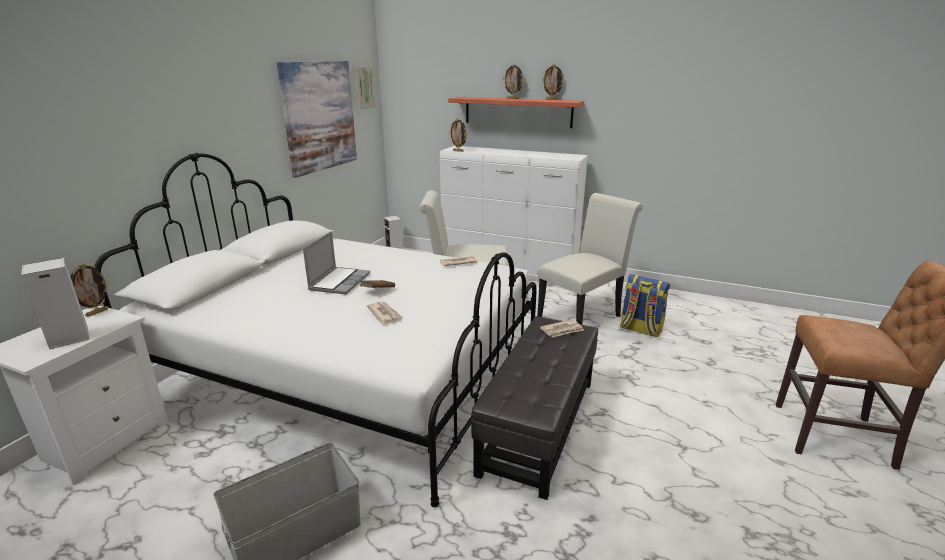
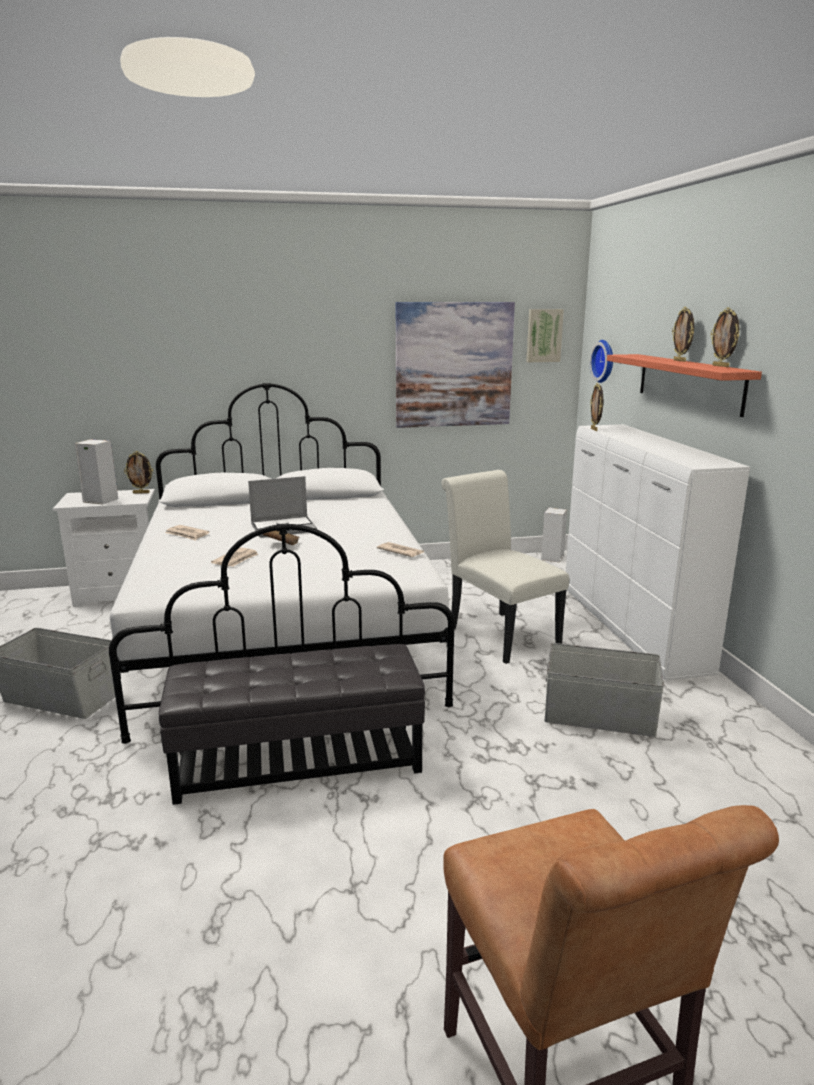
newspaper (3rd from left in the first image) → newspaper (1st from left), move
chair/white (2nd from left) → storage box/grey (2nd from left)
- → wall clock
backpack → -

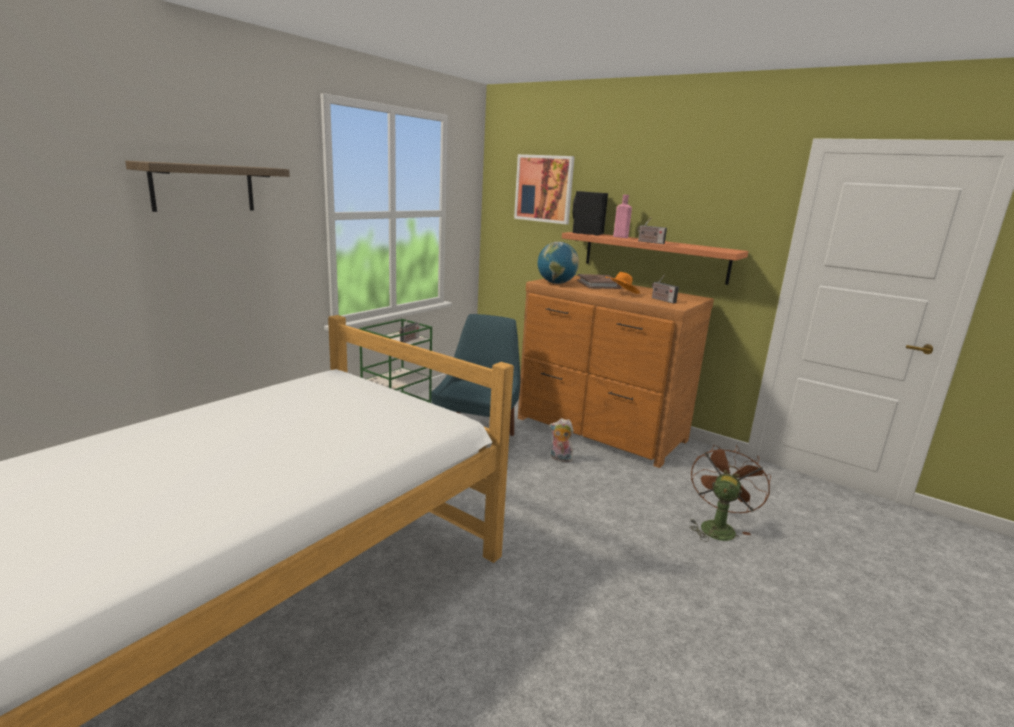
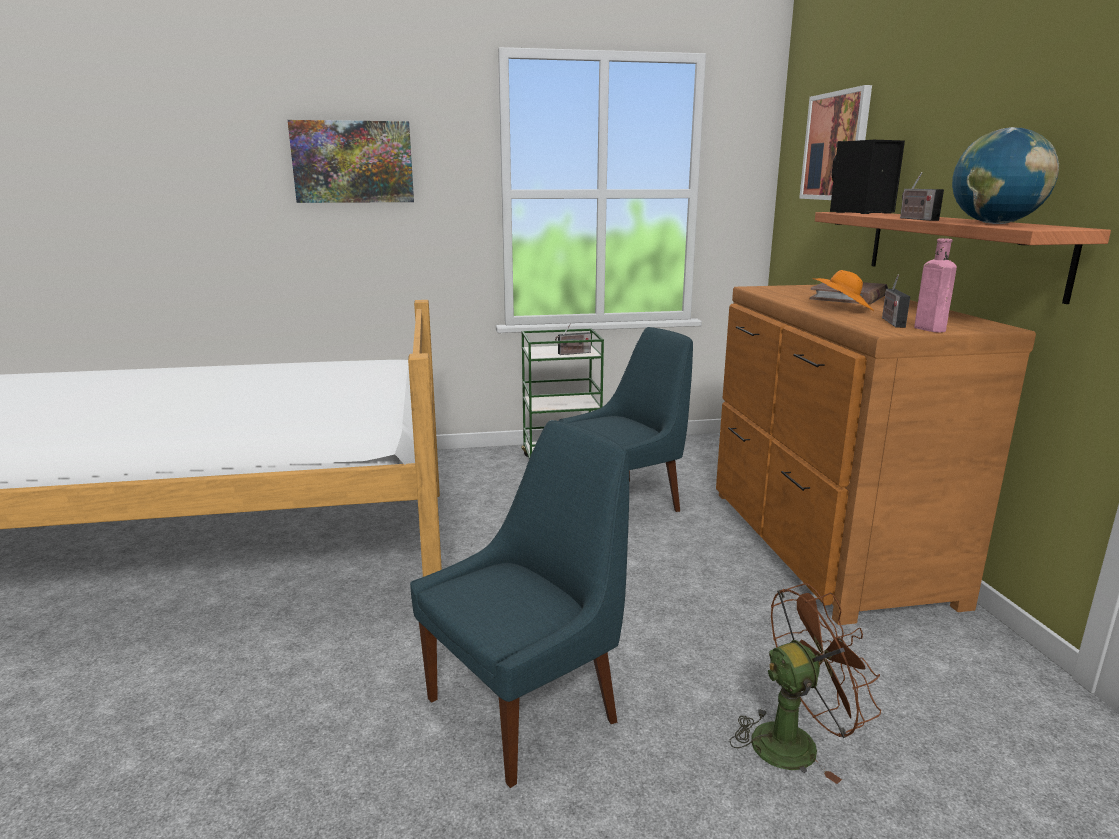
shelf (1st from left) → picture (1st from left)
- → chair/blue (1st from left)
bottle/pink, move
globe, move
plush toy → -

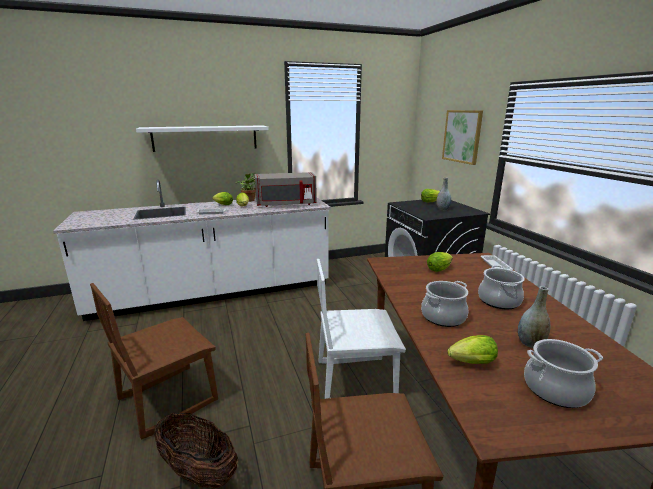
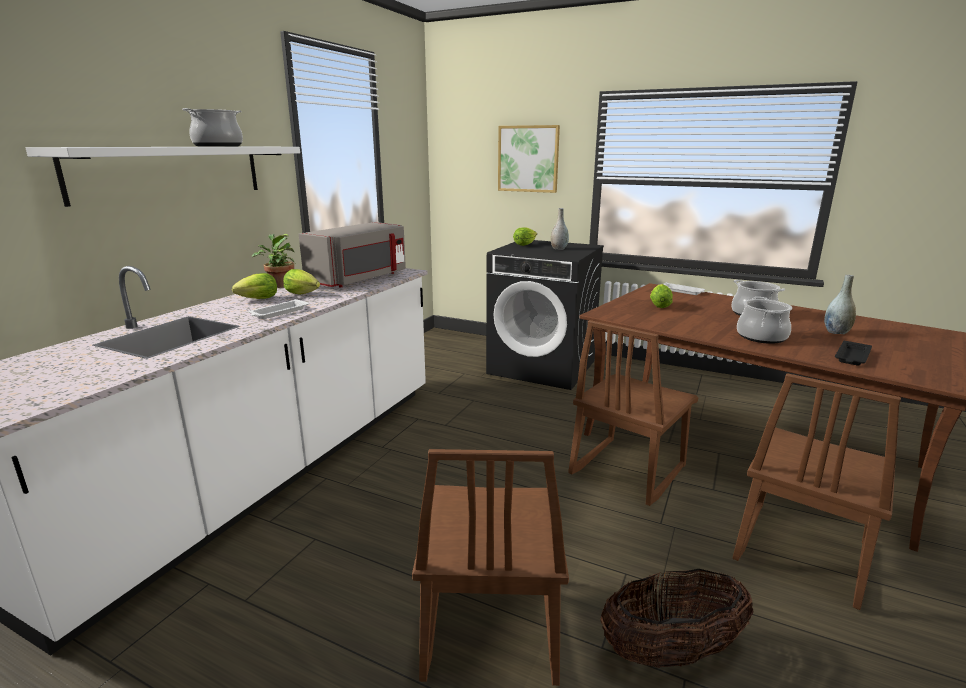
cooking pot (3rd from left in the first image) → cooking pot (1st from left), move
chair/white → chair/brown (2nd from left)
lettuce (5th from left) → tray/black

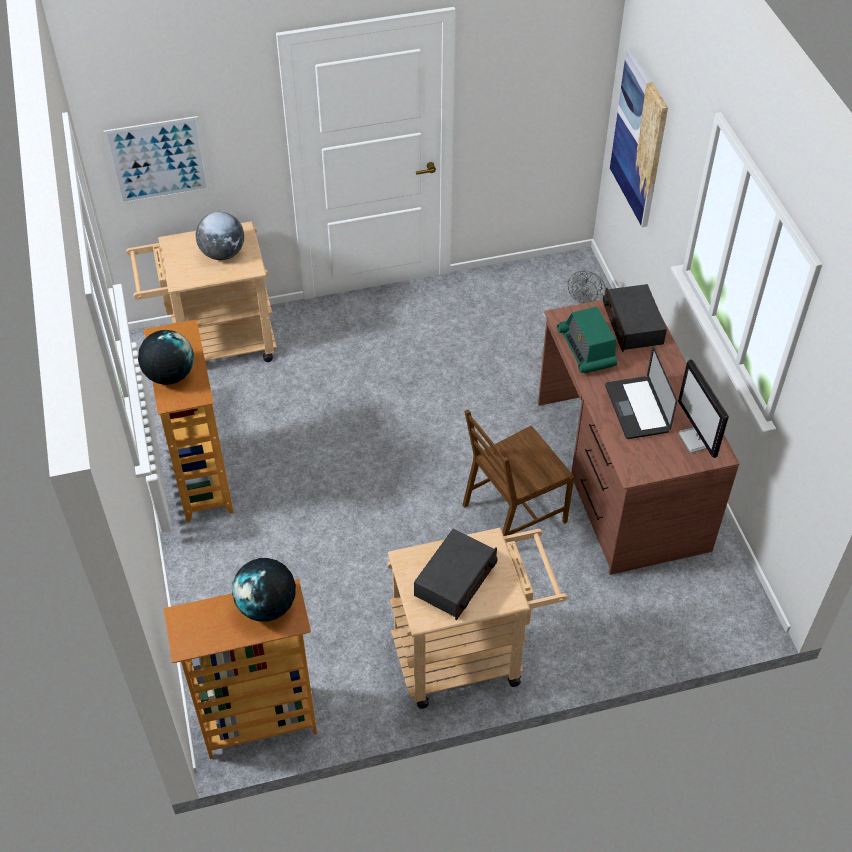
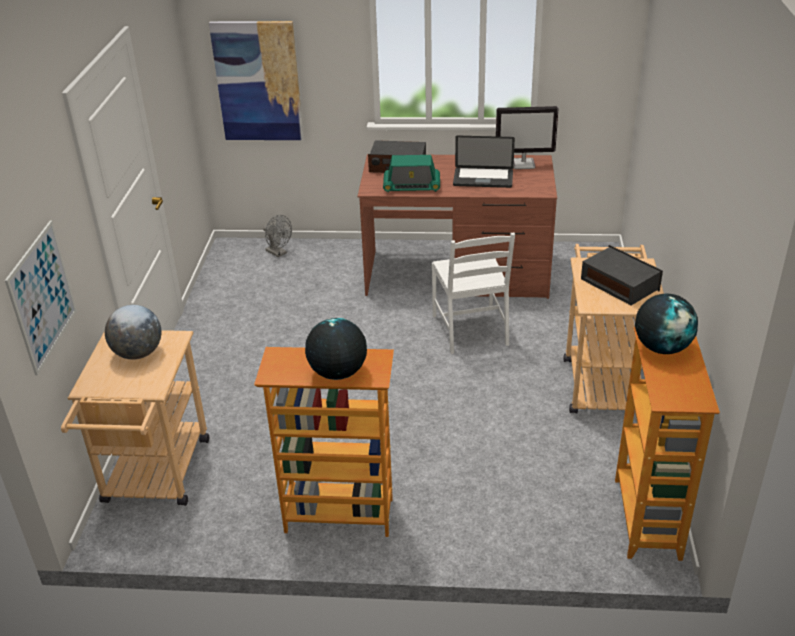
chair/brown → chair/white

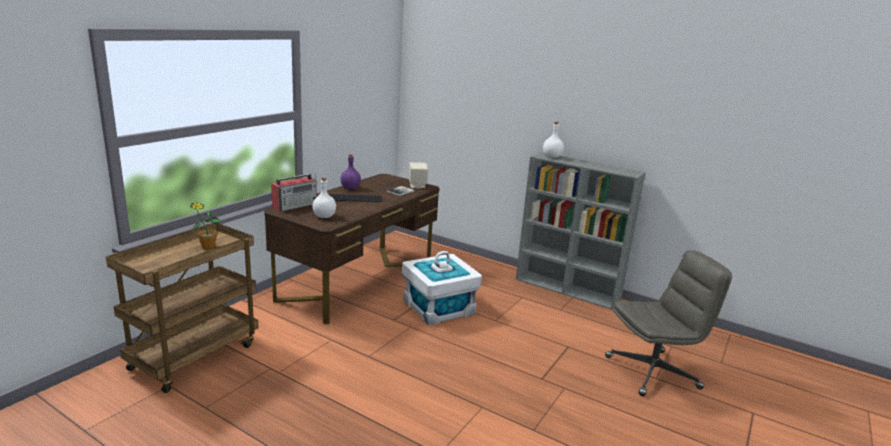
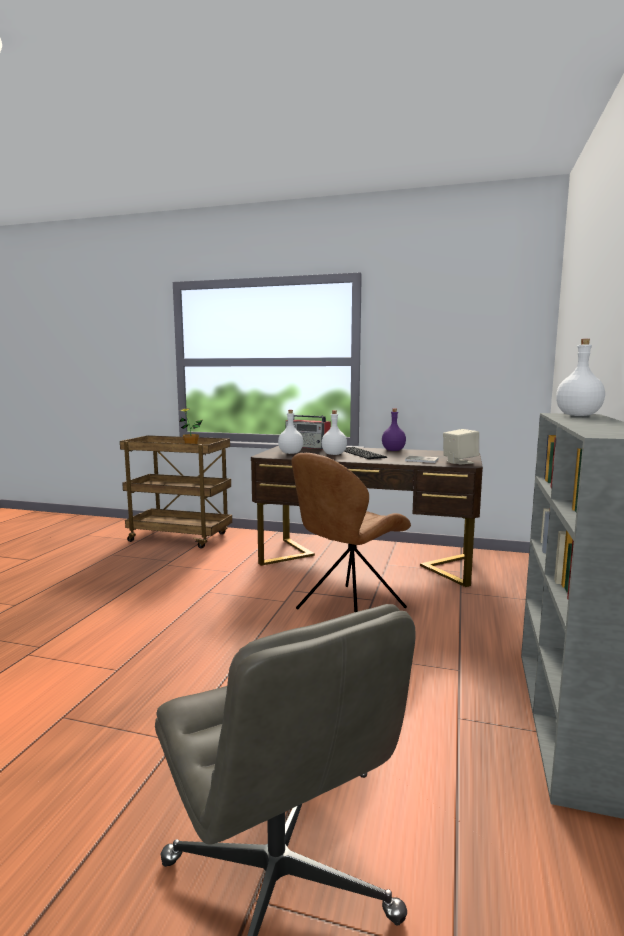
storage box/white → chair/brown
- → bottle/white (2nd from left)

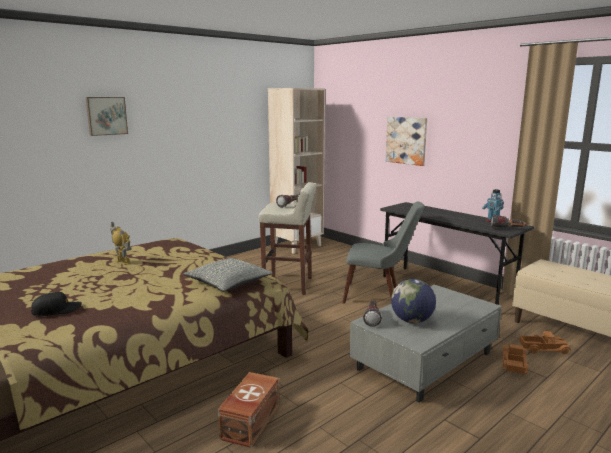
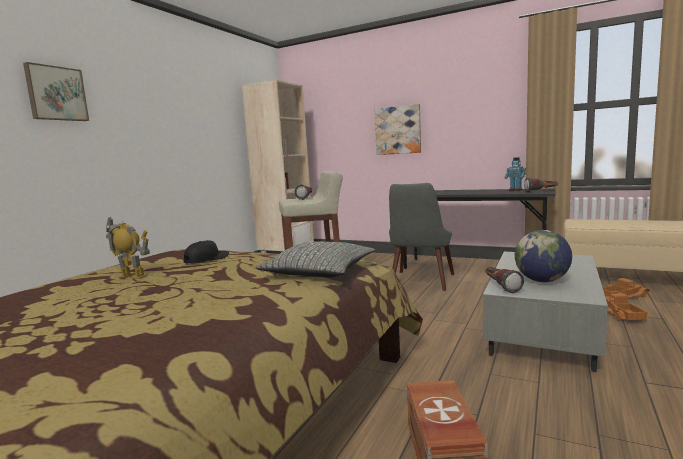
cap/black, move
chair/grey, 120 degrees clockwise

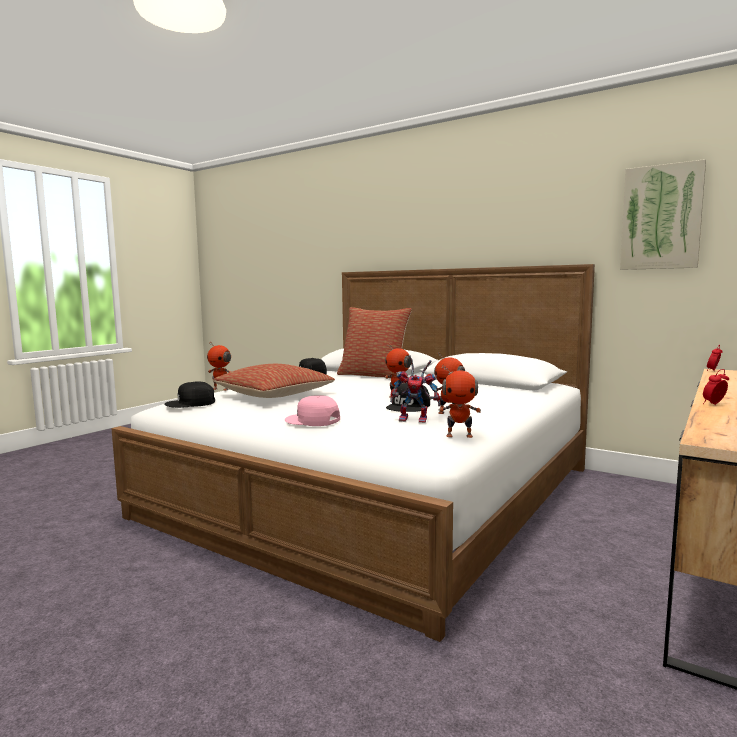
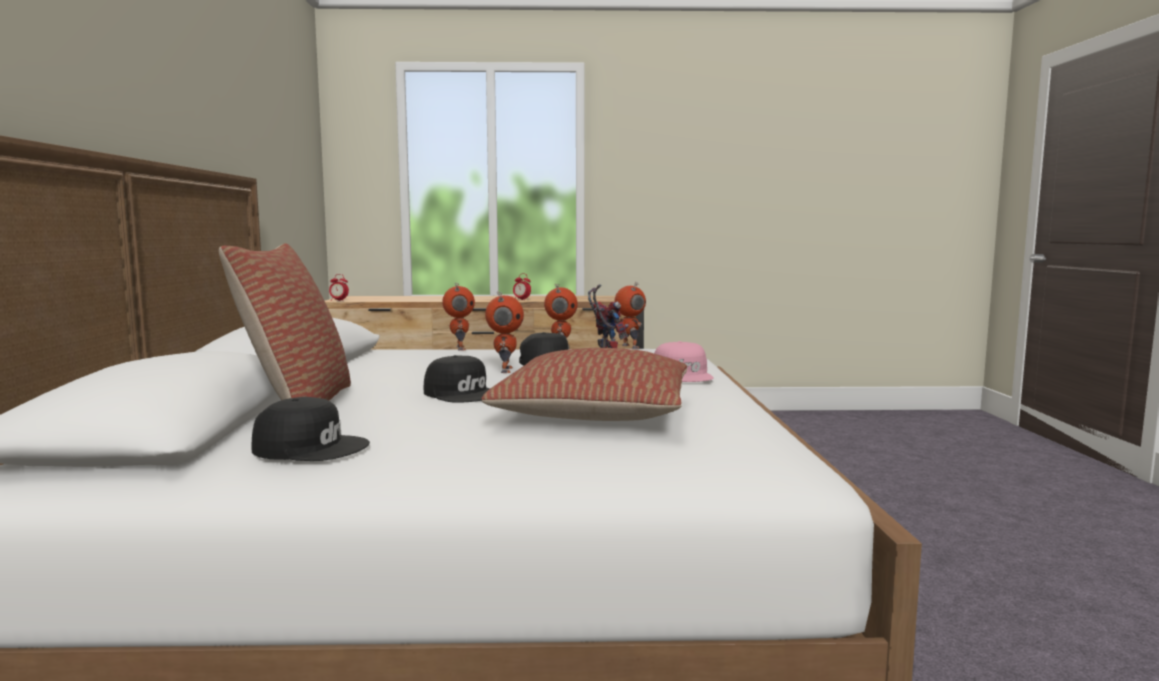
cap/black (1st from left in the first image) → cap/black (2nd from left), move
toy robot (1st from left), move
picture → -

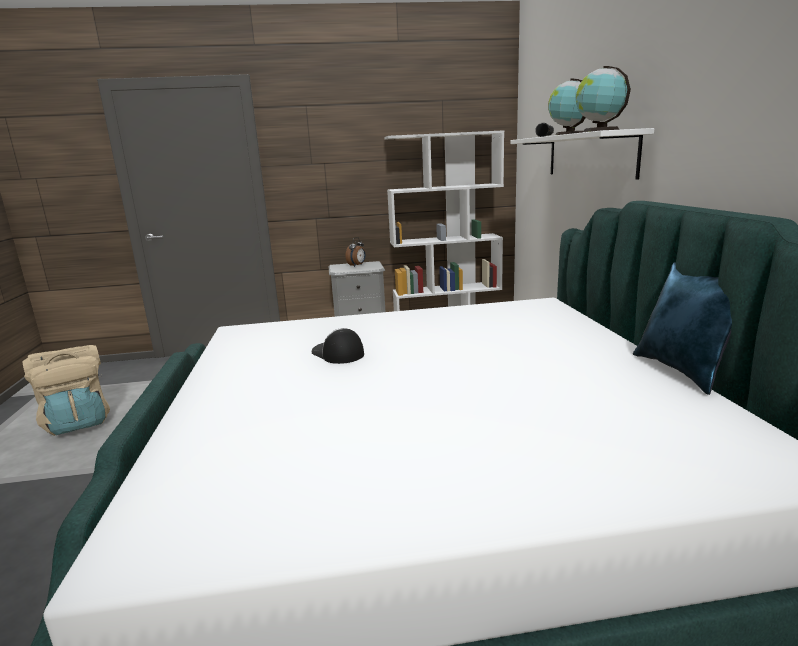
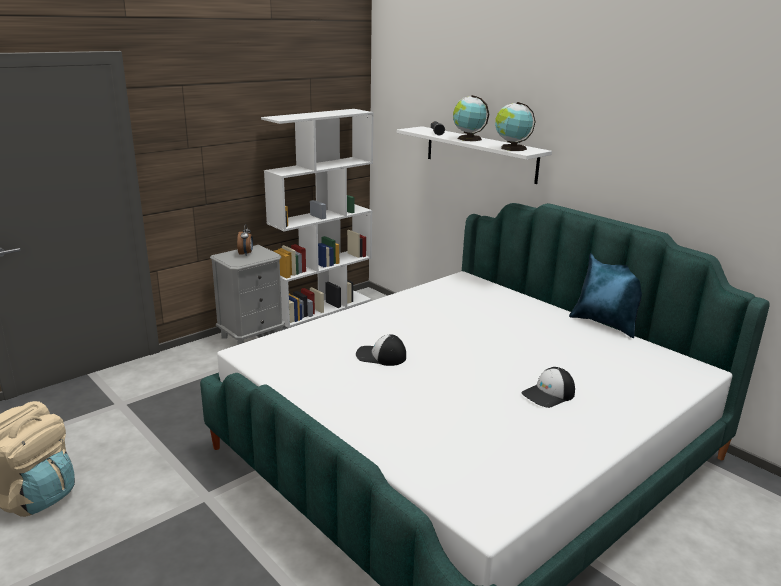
- → cap (2nd from left)

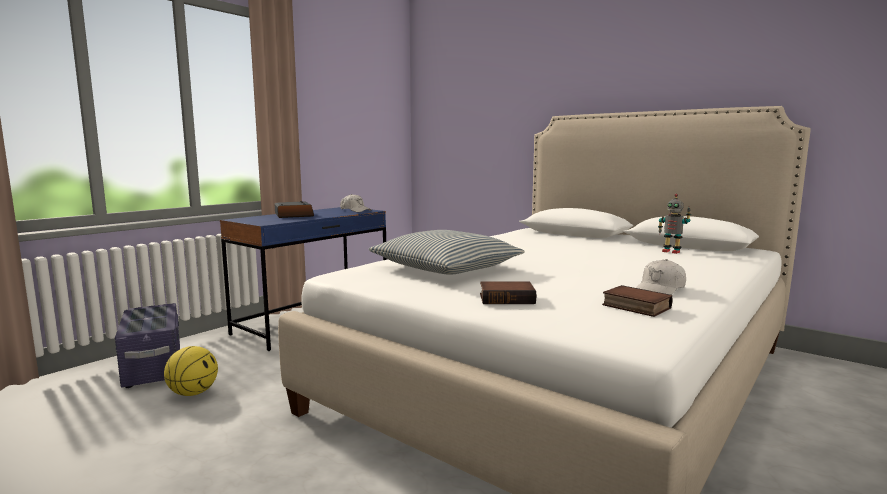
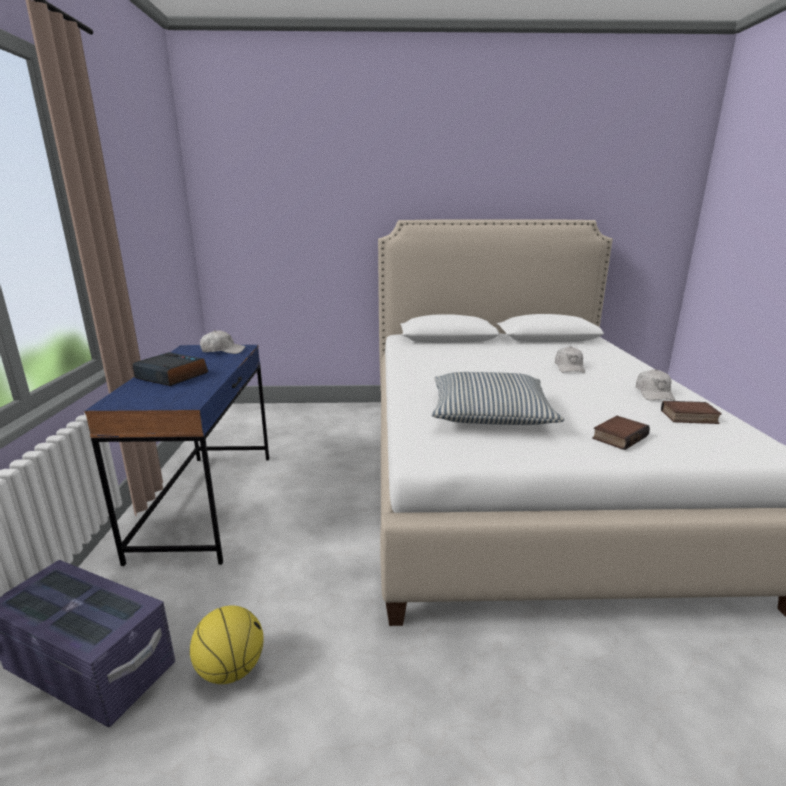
- → cap/white (2nd from left)
toy robot → -

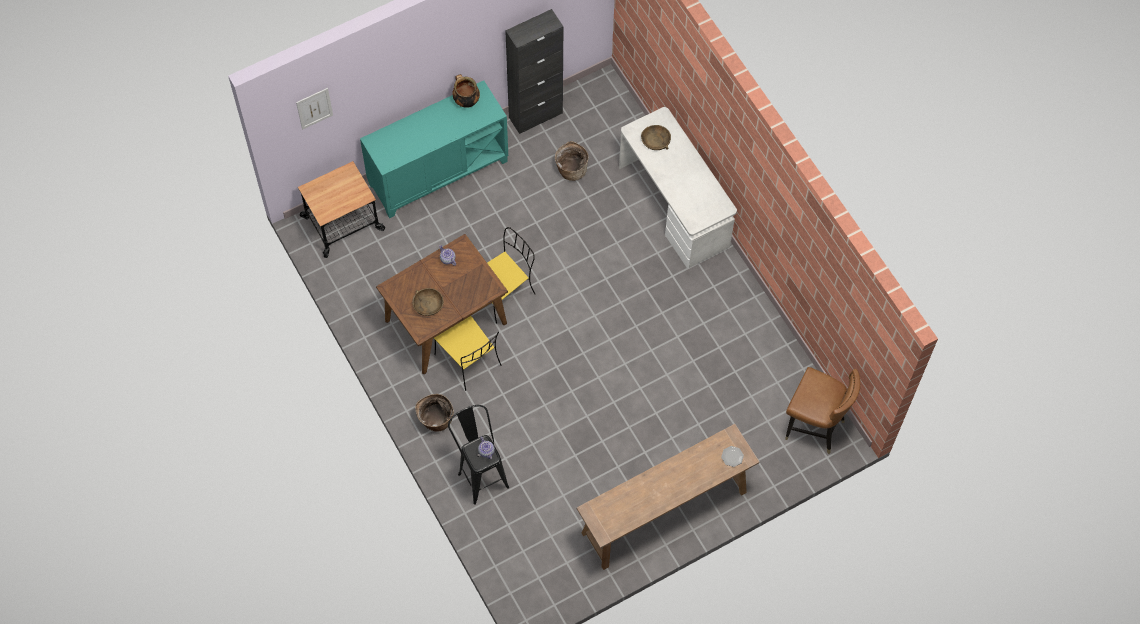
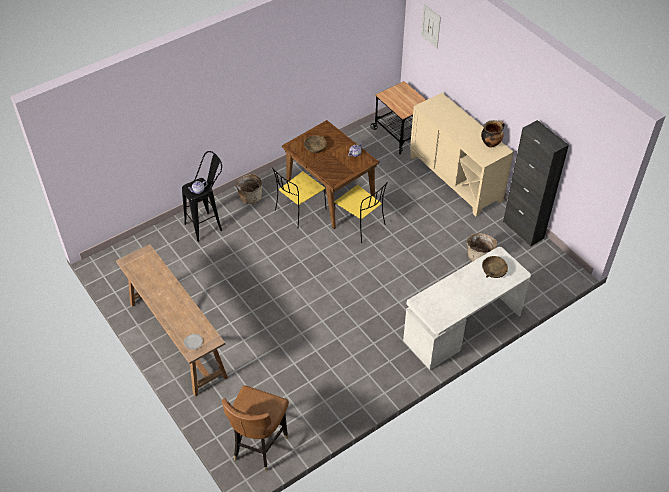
cabinet/turquoise → cabinet/beige

